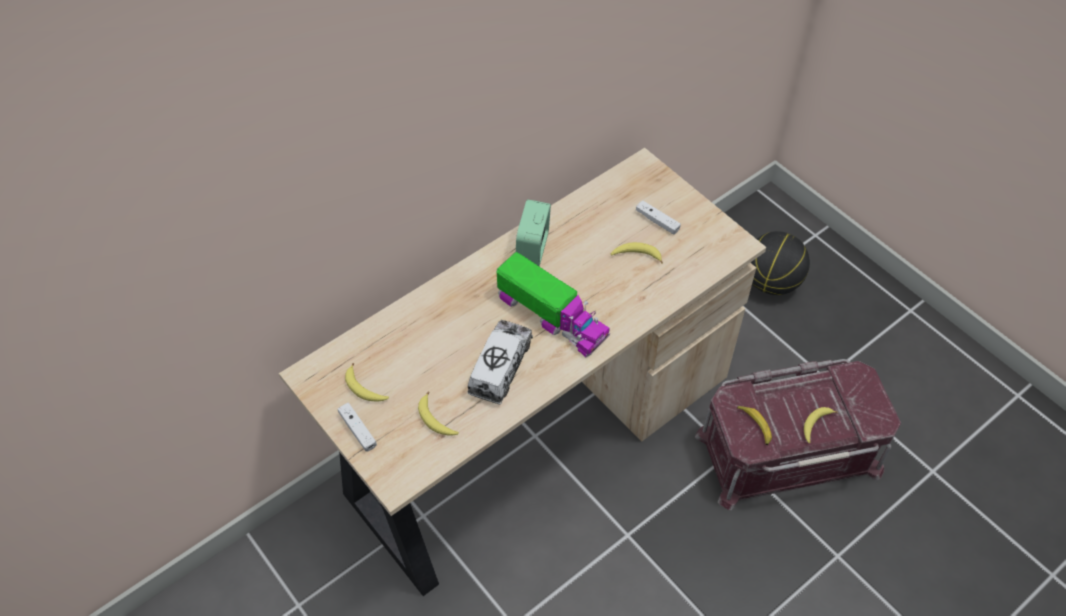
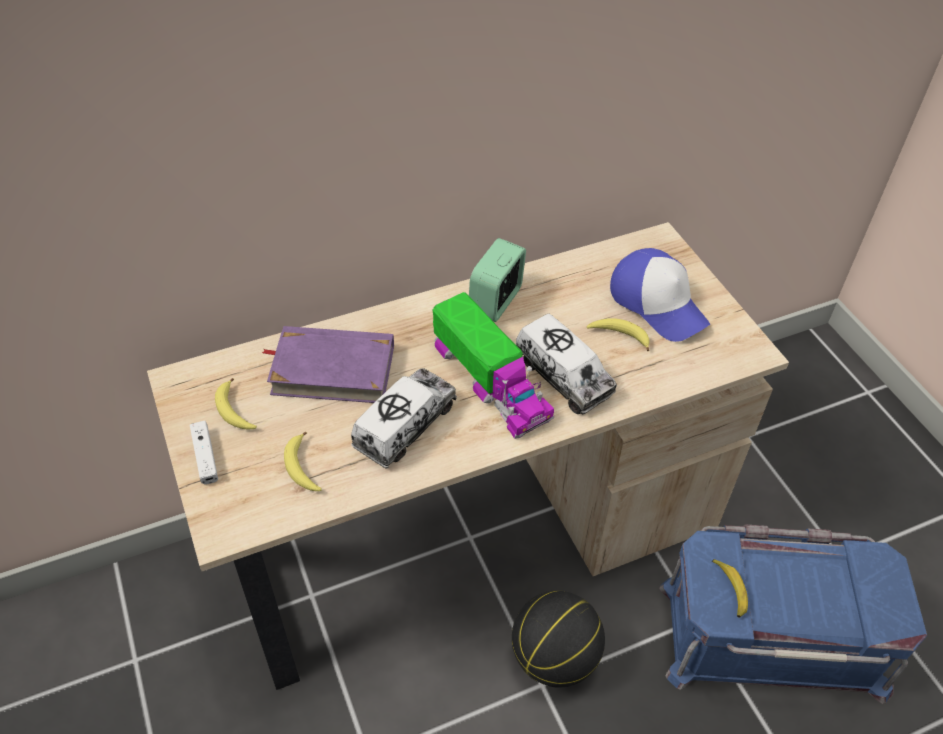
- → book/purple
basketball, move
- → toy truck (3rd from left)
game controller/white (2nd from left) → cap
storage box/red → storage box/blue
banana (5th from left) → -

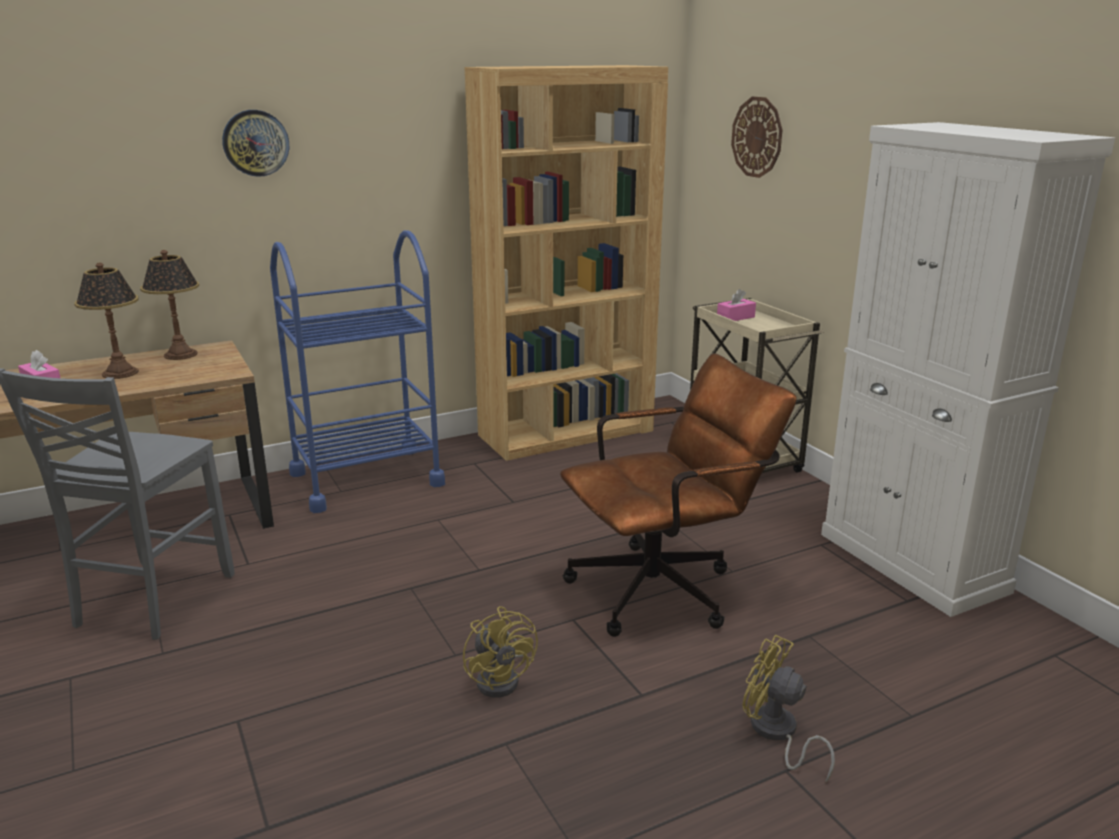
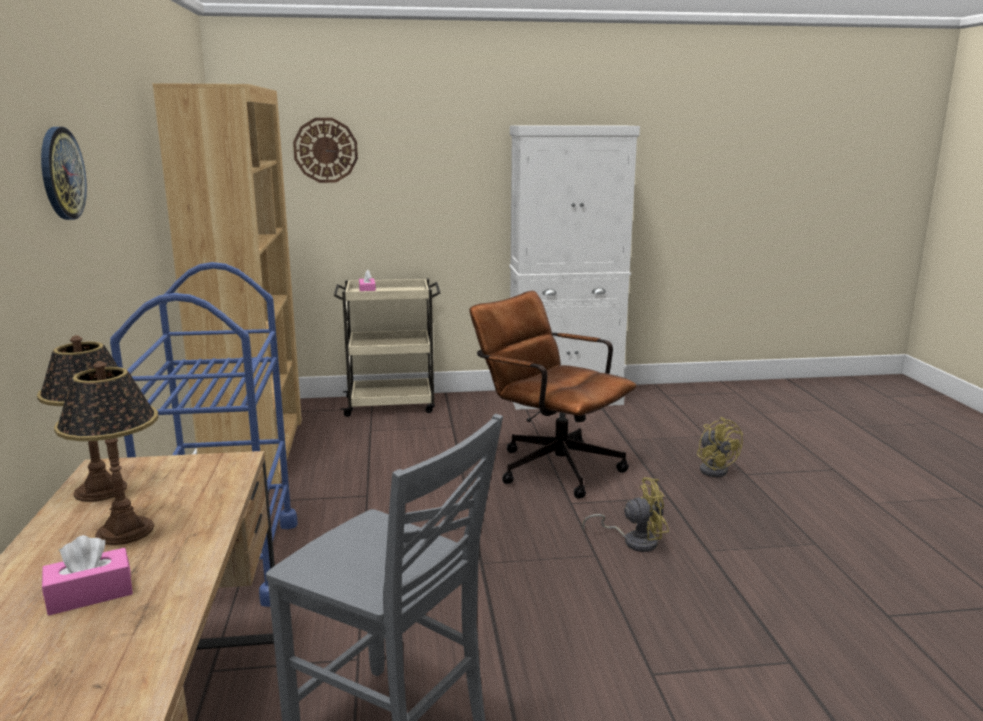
office chair/brown, 45 degrees counterclockwise
fan/yellow (2nd from left), 75 degrees counterclockwise

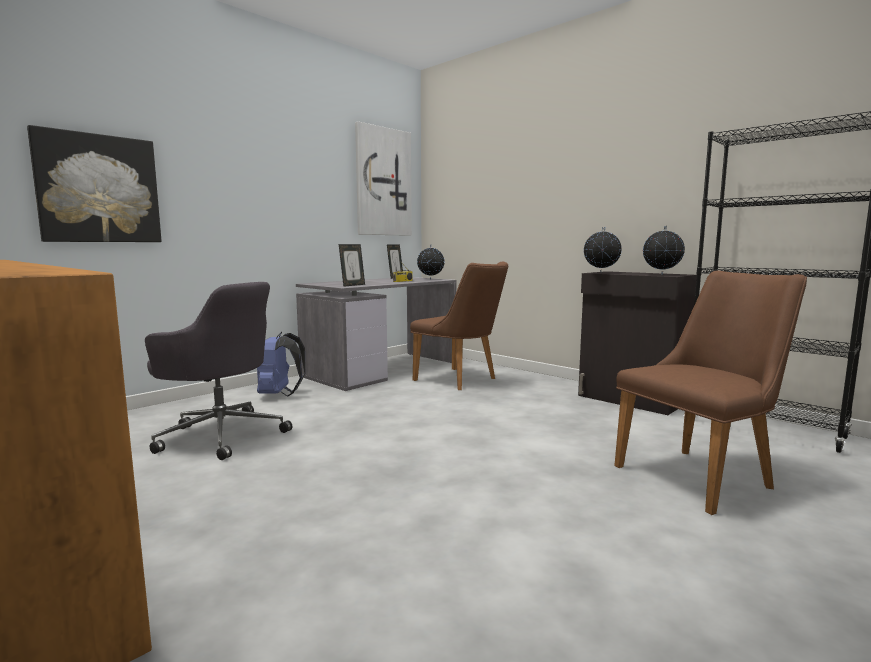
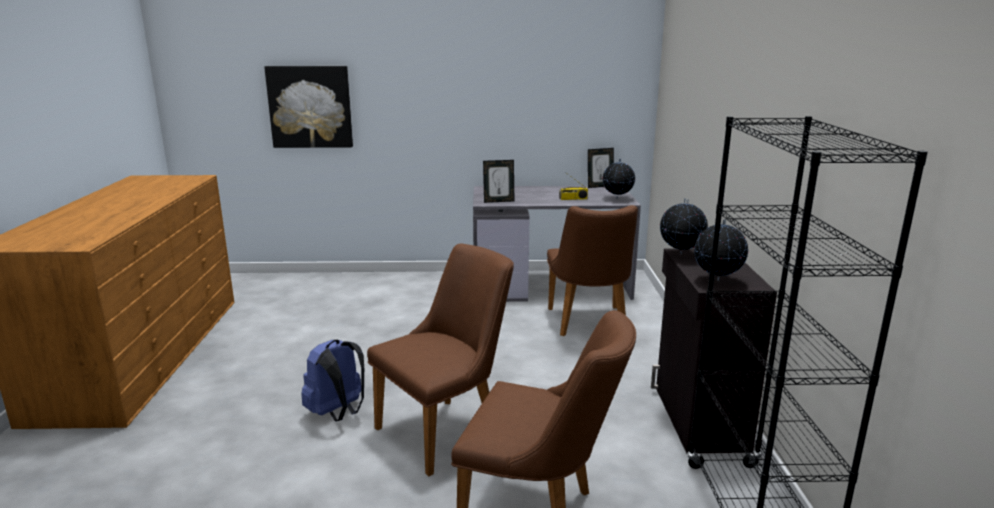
backpack/blue, move
- → chair/brown (1st from left)
office chair/grey → -
picture (2nd from left) → -

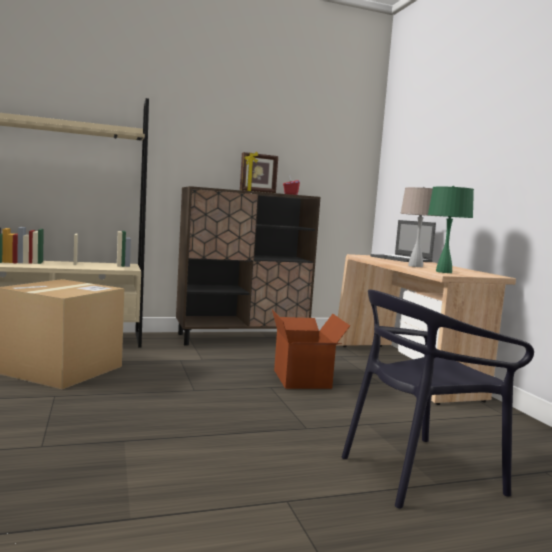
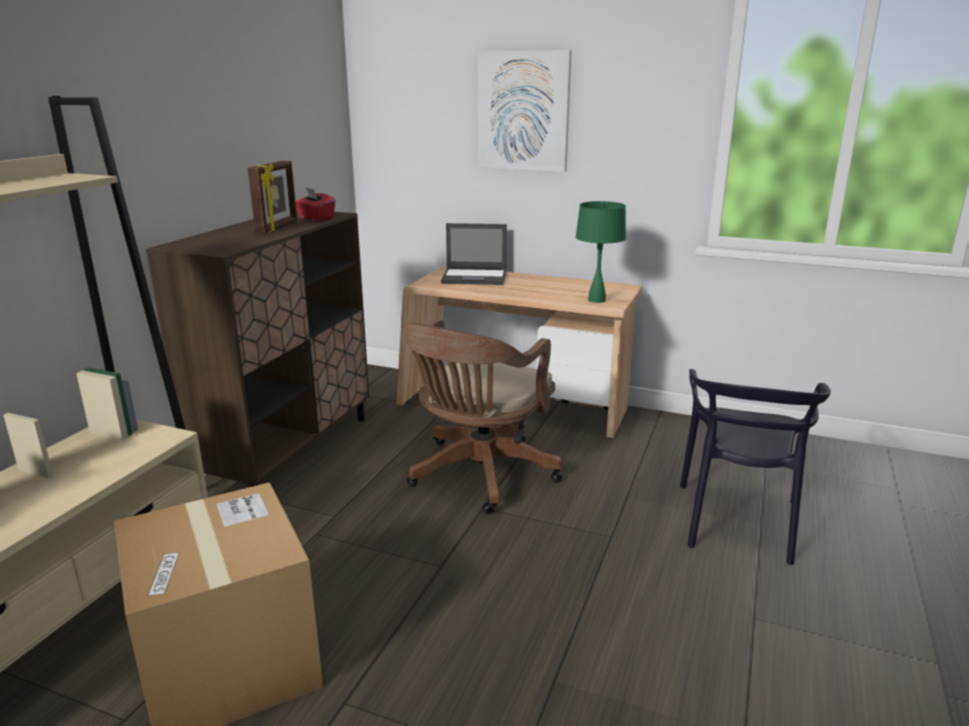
cardboard box (2nd from left) → office chair/brown
- → picture
table lamp/beige → -

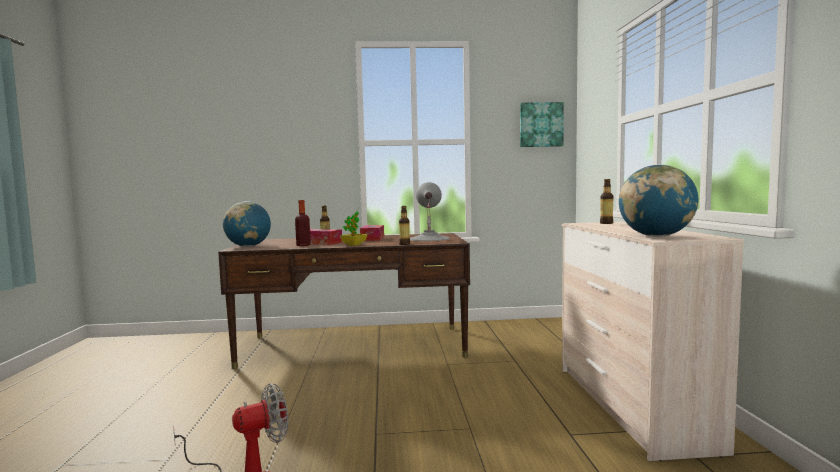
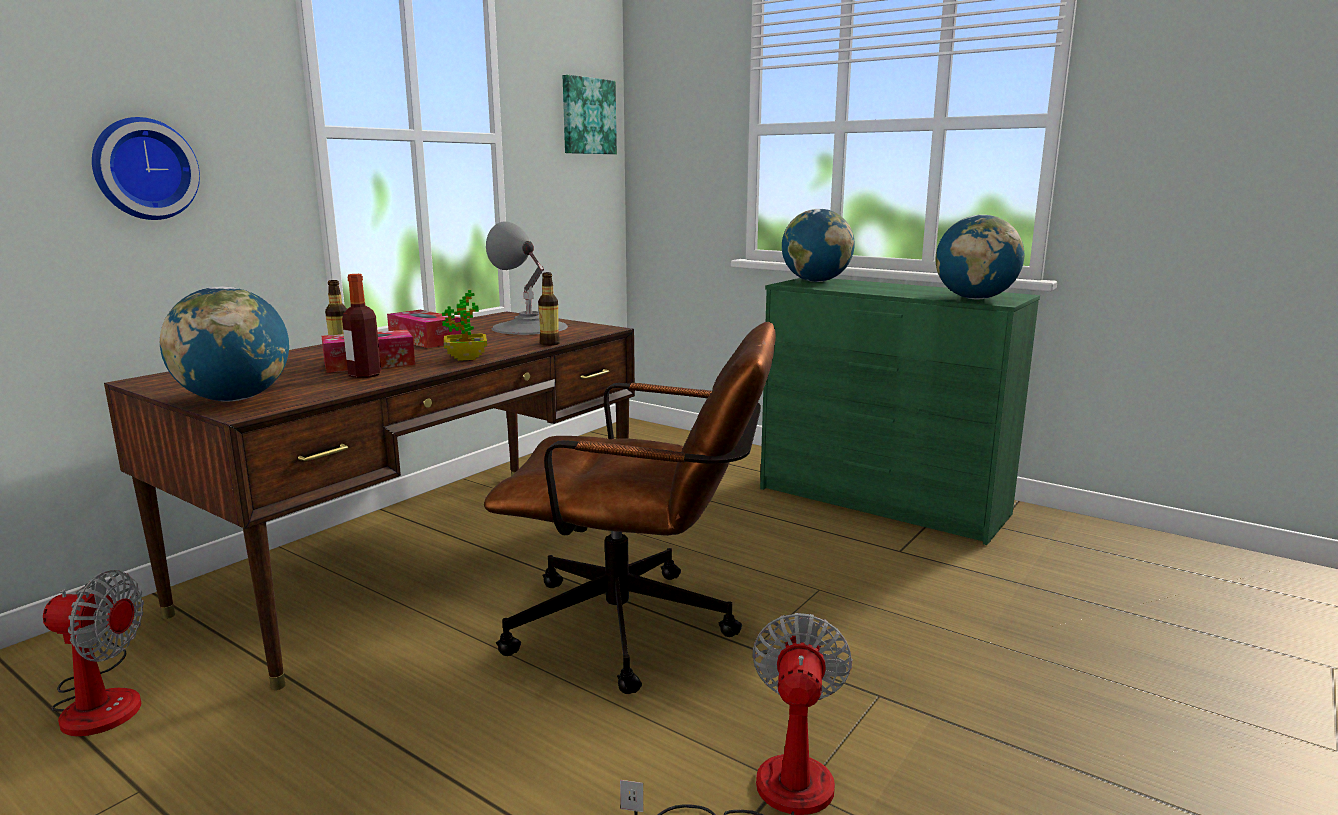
- → fan (1st from left)
- → wall clock
- → office chair/brown
dresser/beige → dresser/green
bottle (4th from left) → globe (2nd from left)

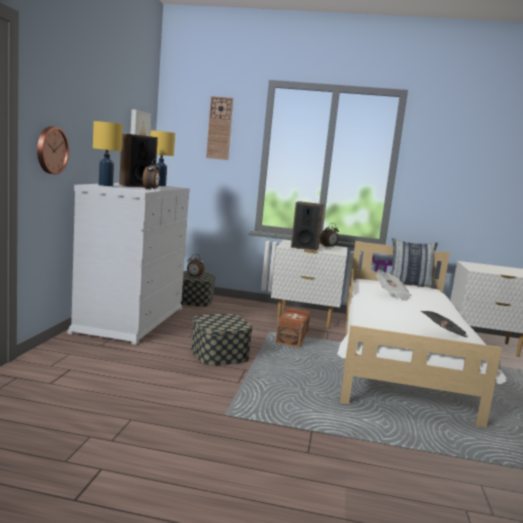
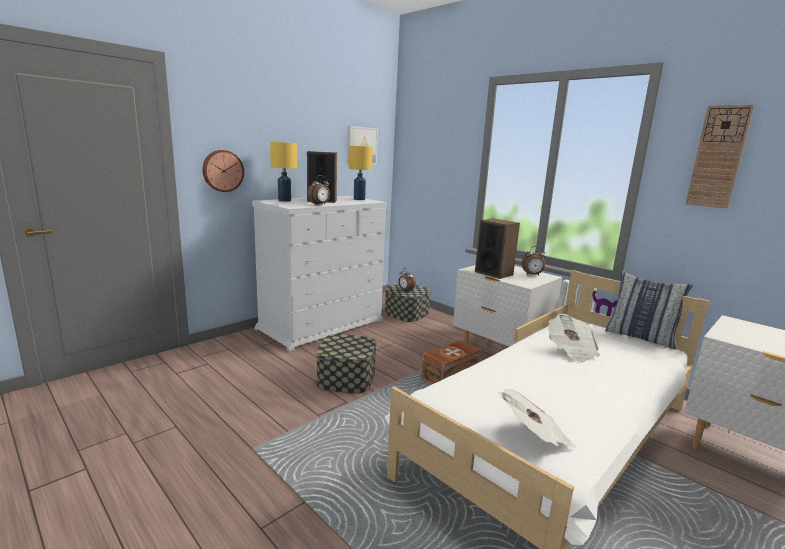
wall clock (2nd from left), move

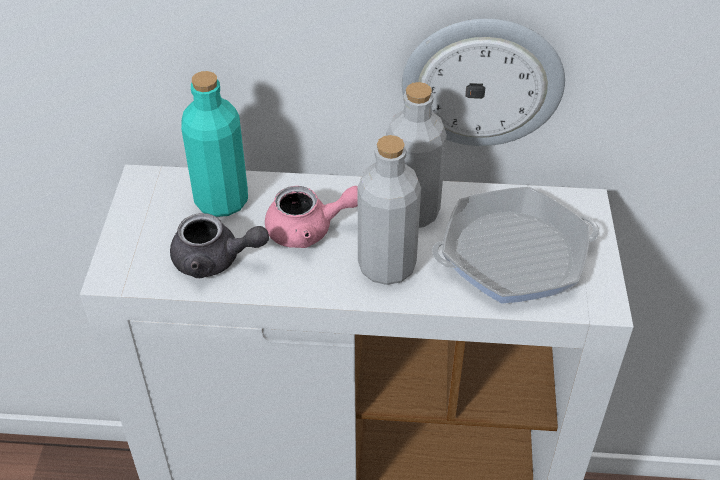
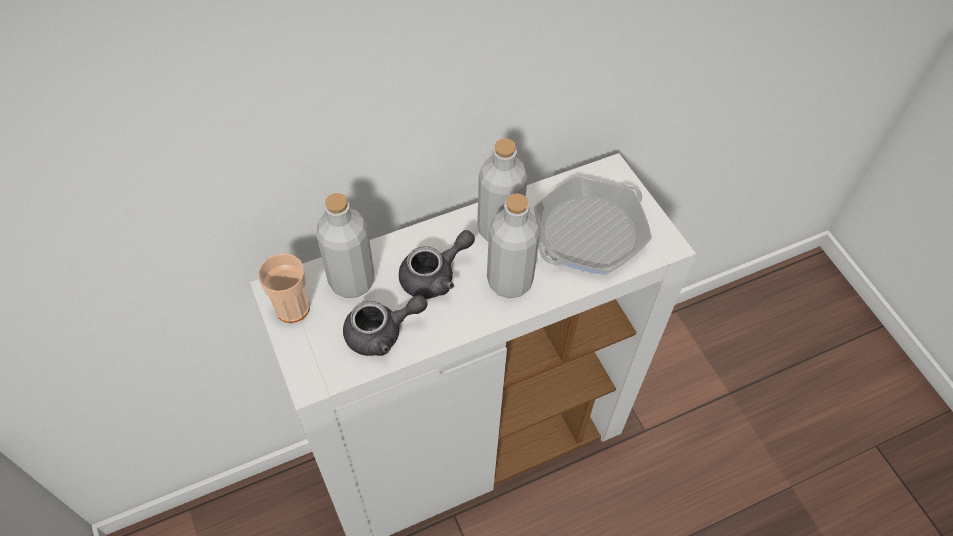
- → cup
bottle/turquoise → bottle/grey (1st from left)
teapot/pink → teapot/grey (2nd from left)
wall clock → -

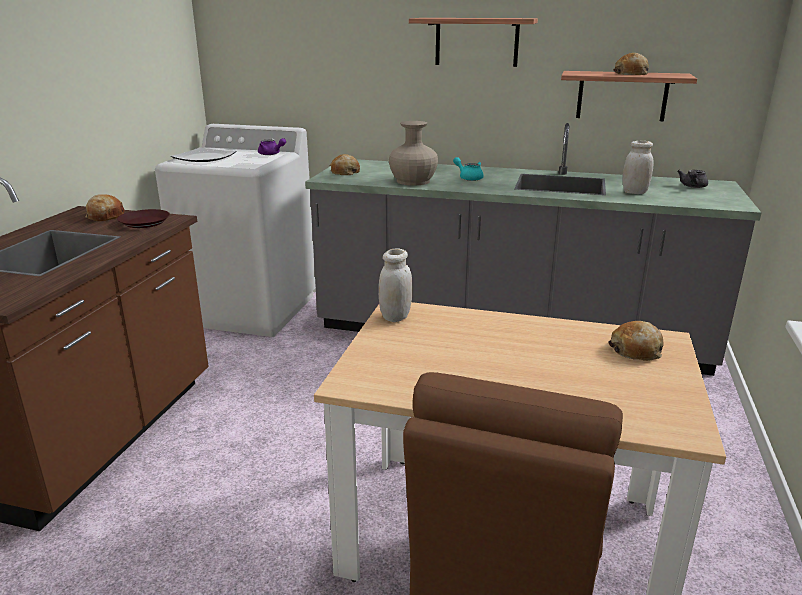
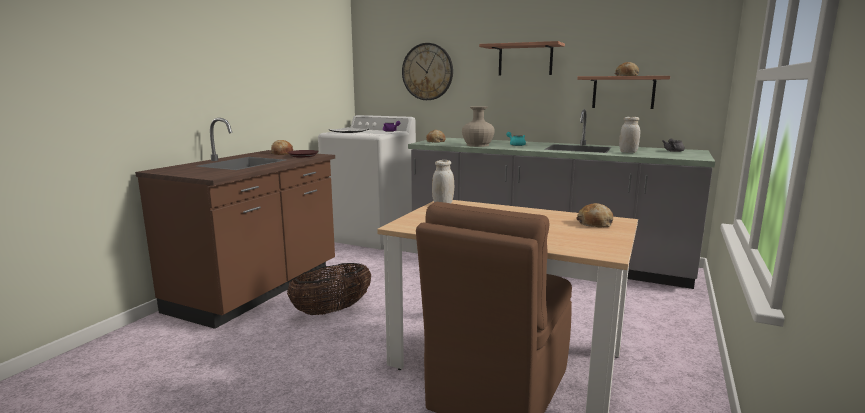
- → basket
- → wall clock

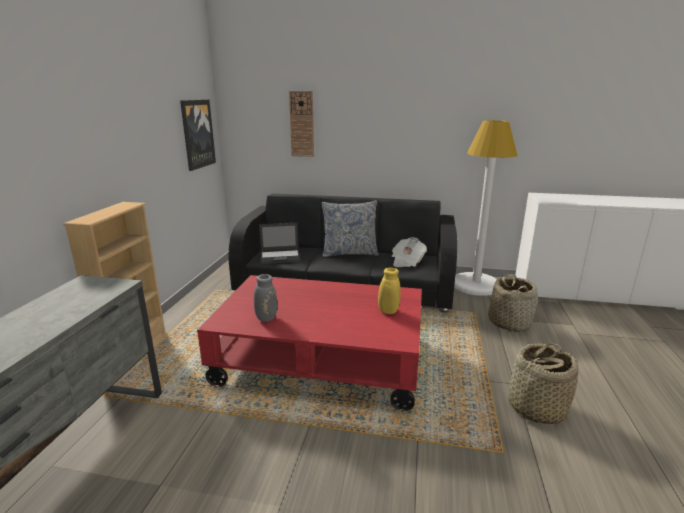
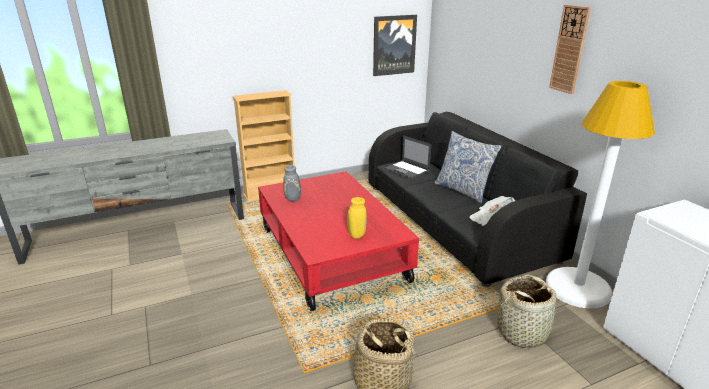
wall clock, move

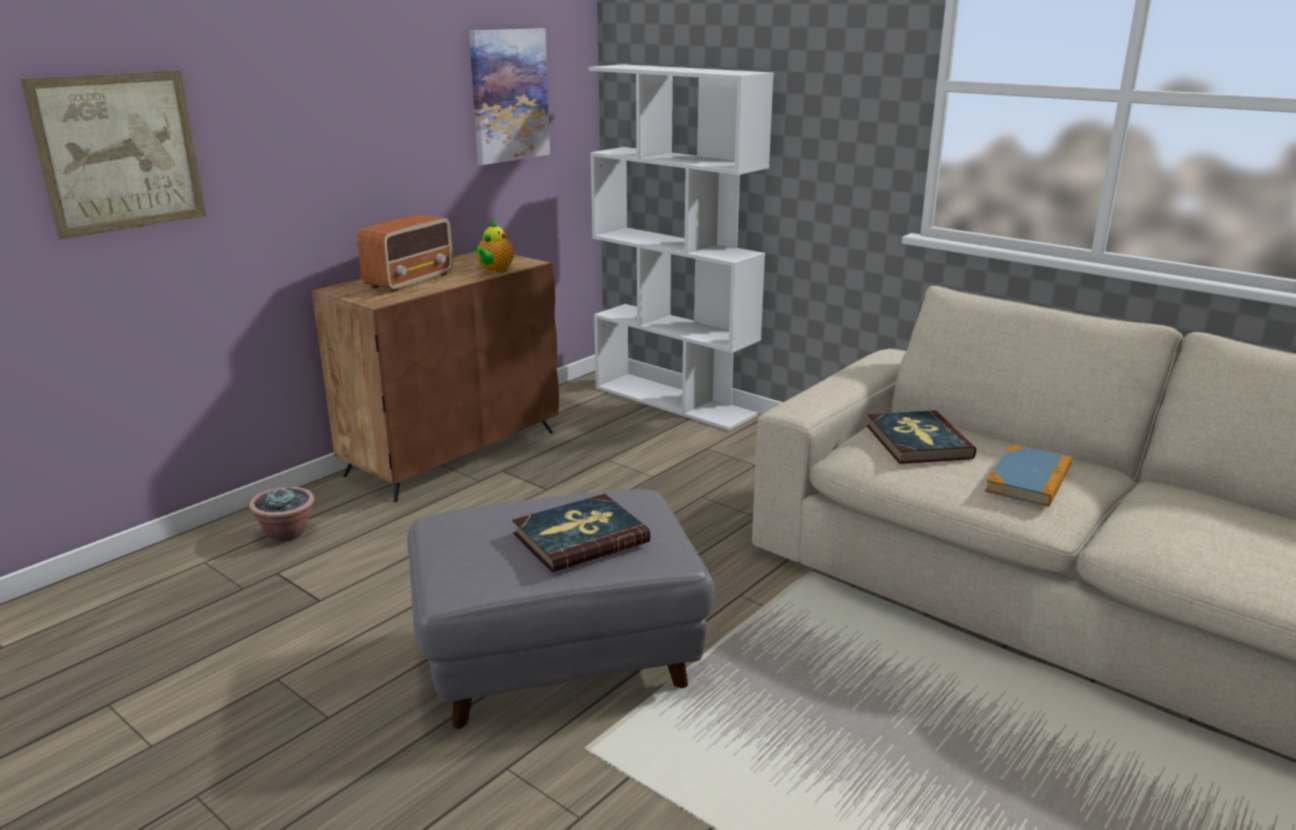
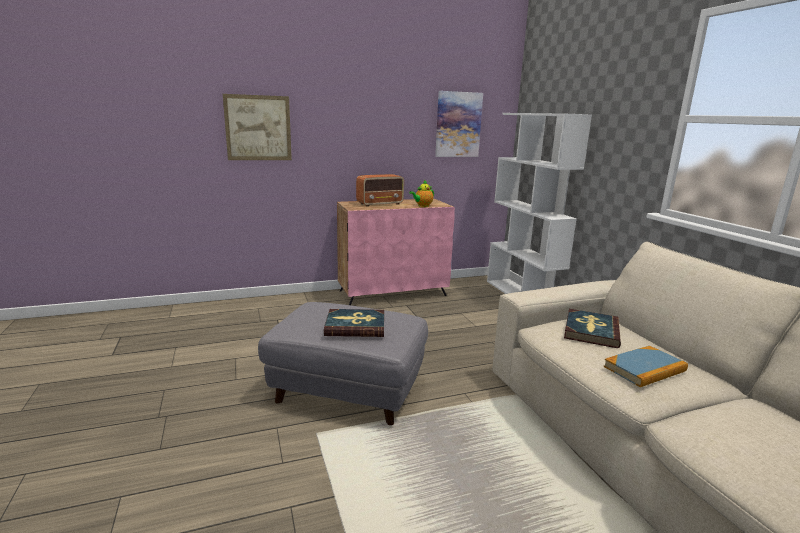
cabinet/brown → cabinet/pink
potted plant → -

